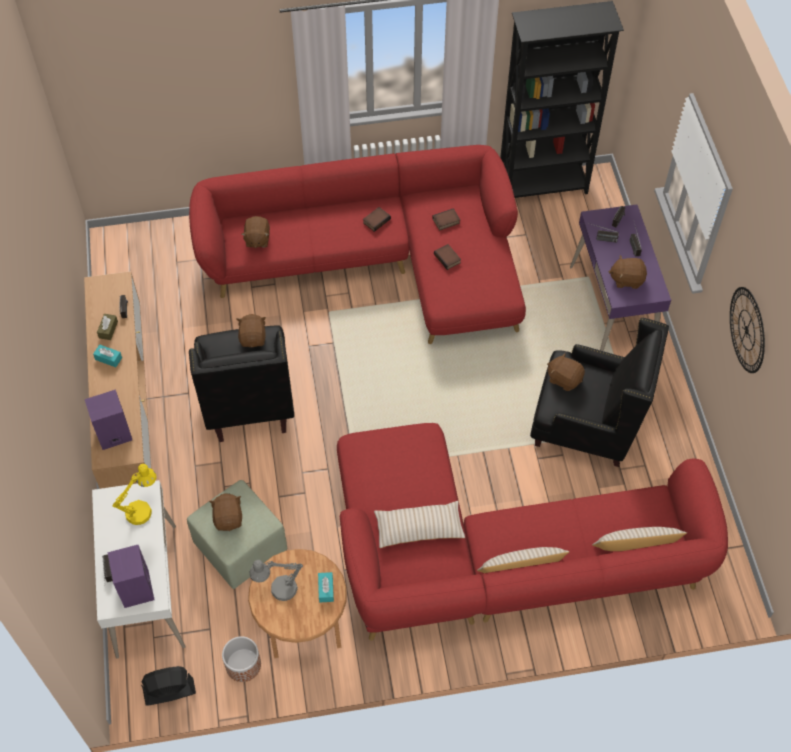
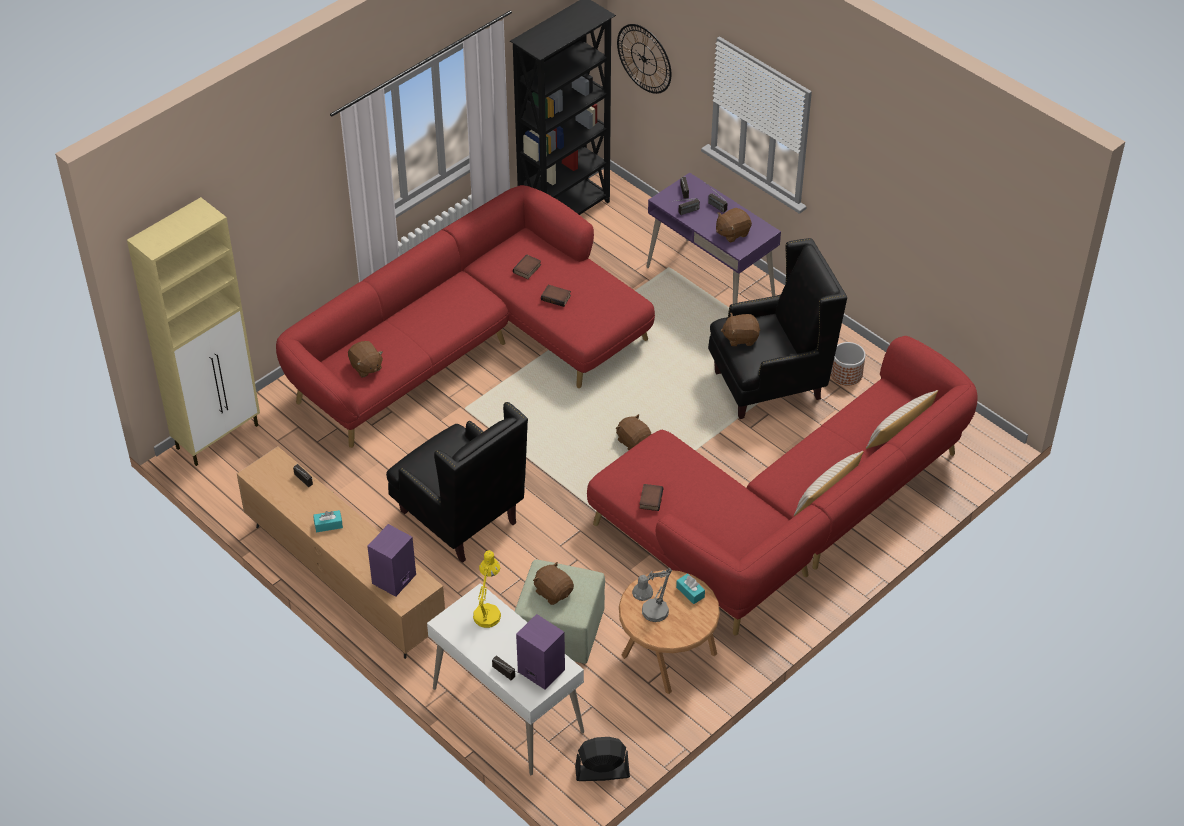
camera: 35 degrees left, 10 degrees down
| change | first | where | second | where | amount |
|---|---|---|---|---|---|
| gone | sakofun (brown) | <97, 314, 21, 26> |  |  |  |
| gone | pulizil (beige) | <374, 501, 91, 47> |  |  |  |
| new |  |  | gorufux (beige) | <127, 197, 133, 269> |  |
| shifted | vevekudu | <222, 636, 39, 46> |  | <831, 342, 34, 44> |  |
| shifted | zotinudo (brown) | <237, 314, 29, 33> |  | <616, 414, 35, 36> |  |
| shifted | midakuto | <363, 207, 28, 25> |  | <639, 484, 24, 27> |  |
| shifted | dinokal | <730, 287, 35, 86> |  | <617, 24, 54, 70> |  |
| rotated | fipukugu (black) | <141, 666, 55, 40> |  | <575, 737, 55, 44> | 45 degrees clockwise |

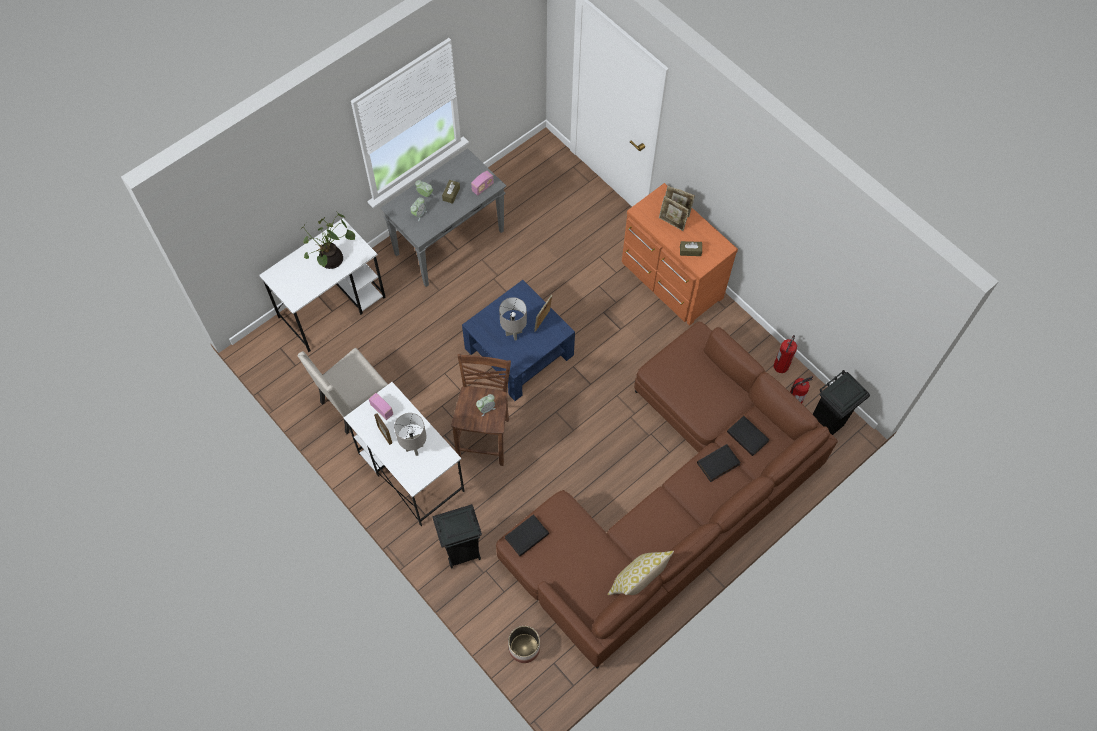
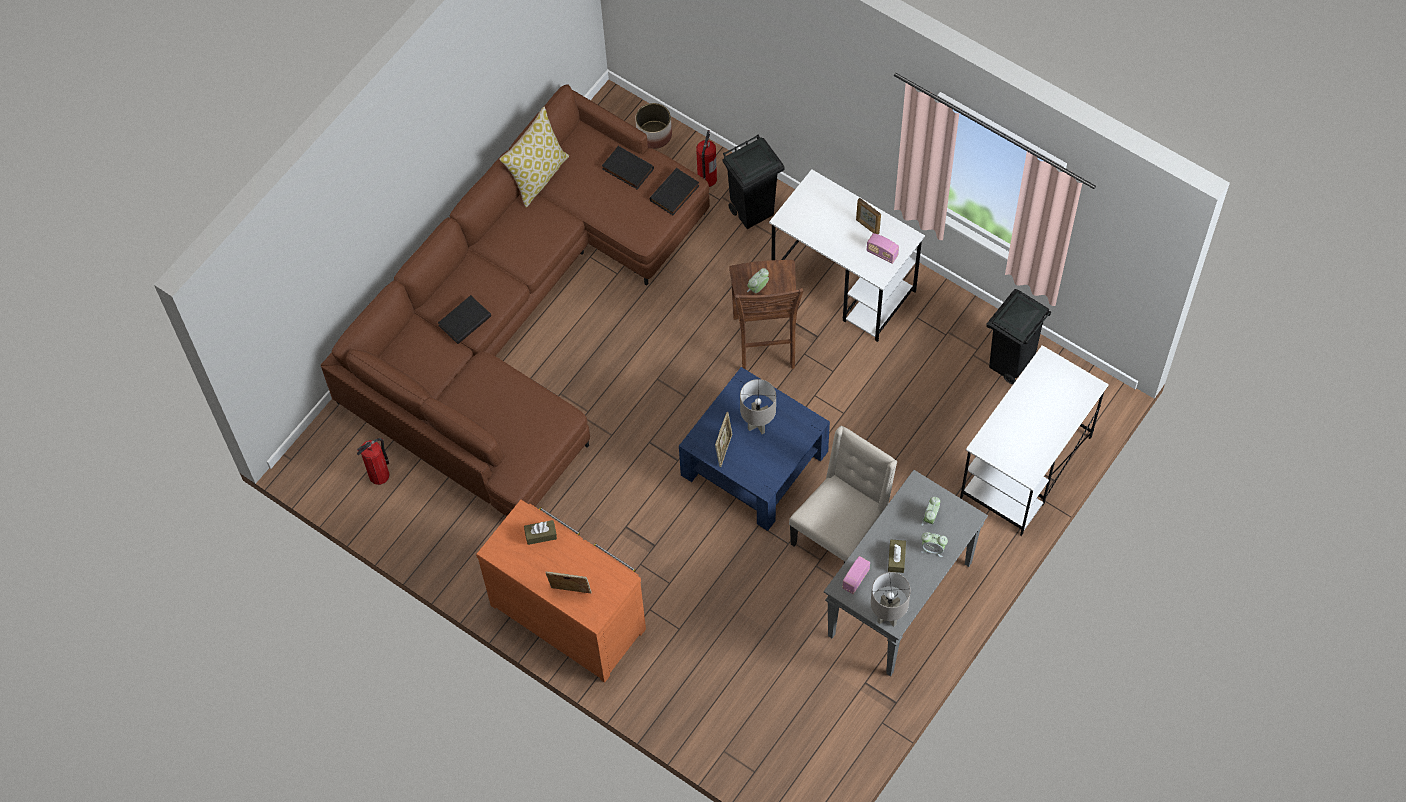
camera: 170 degrees right, 0 degrees up
| change | first | where | second | where | amount |
|---|---|---|---|---|---|
| gone | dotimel | <300, 211, 55, 58> |  |  |  |
| gone | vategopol | <659, 196, 30, 35> |  |  |  |
| shifted | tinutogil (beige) | <297, 348, 91, 86> |  | <789, 426, 108, 137> |  |
| shifted | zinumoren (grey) | <394, 413, 33, 43> |  | <871, 572, 40, 55> |  |
| shifted | midakuto (black) | <727, 416, 43, 40> |  | <602, 146, 52, 43> |  |
| shifted | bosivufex | <773, 335, 24, 38> |  | <696, 130, 21, 57> |  |
| shifted | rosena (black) | <813, 370, 57, 65> |  | <986, 289, 65, 95> |  |

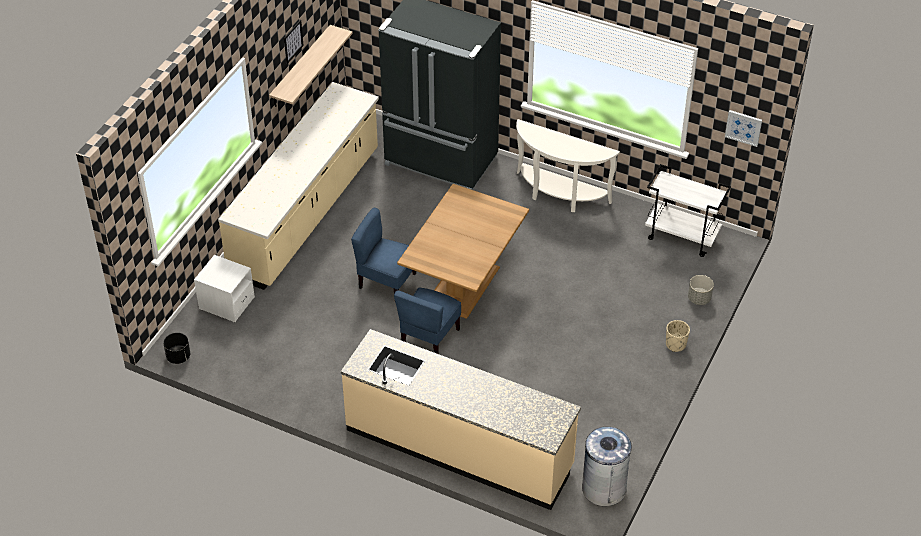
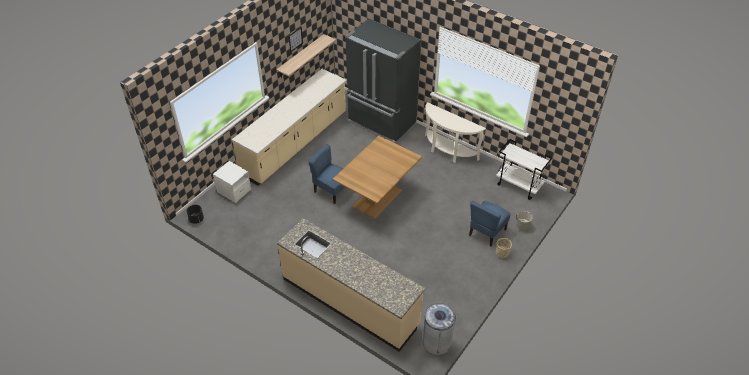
camera: 10 degrees right, 0 degrees up
| change | first | where | second | where | amount |
|---|---|---|---|---|---|
| gone | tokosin | <725, 110, 37, 37> |  |  |  |
| shifted | tinutogil (blue) | <394, 288, 67, 66> |  | <469, 201, 42, 45> |  |

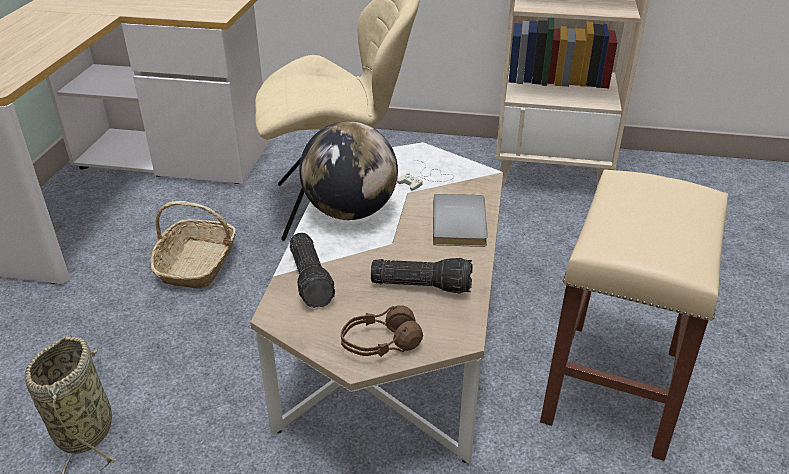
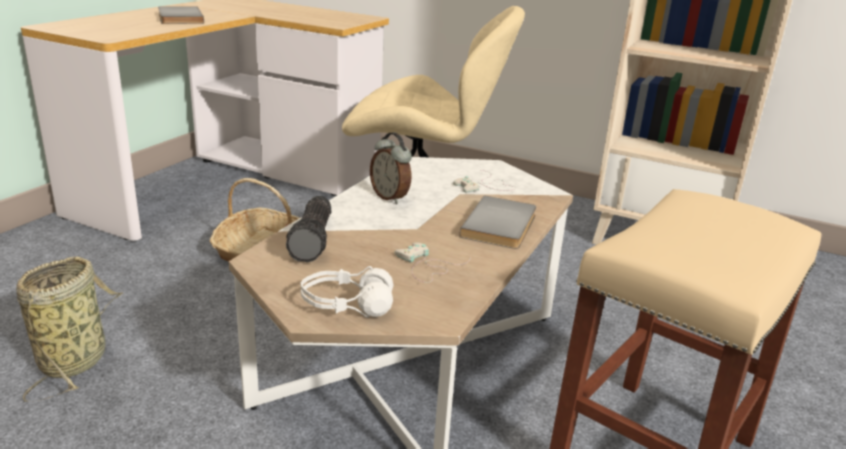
camera: 15 degrees right, 10 degrees down
| change | first | where | second | where | amount |
|---|---|---|---|---|---|
| new |  |  | midakuto (grey) | <158, 6, 46, 18> |  |
| swapped | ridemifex | <299, 121, 99, 99> | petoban | <370, 132, 42, 72> |  |
| swapped | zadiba | <371, 258, 101, 36> | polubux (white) | <395, 242, 75, 41> |  |
| repainted | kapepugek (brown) | <341, 305, 82, 52> | kapepugek (white) | <300, 266, 93, 52> |  |

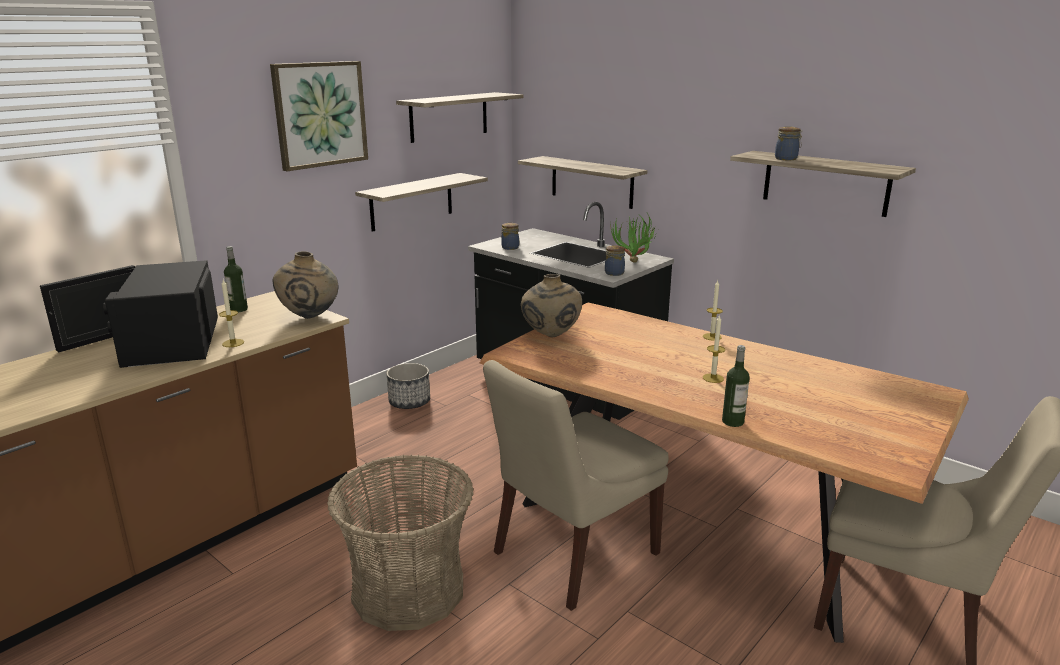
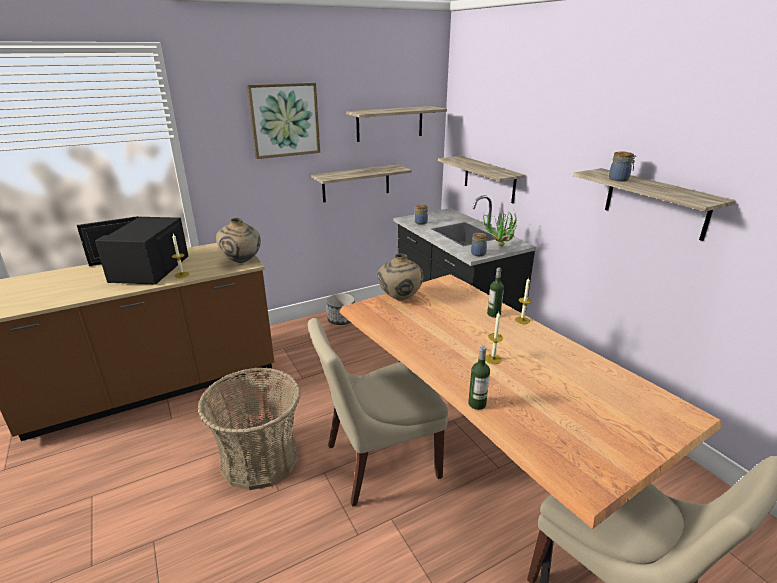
camera: 20 degrees right, 5 degrees up
| change | first | where | second | where | amount |
|---|---|---|---|---|---|
| shifted | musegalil | <224, 246, 24, 66> |  | <487, 267, 17, 51> |  |

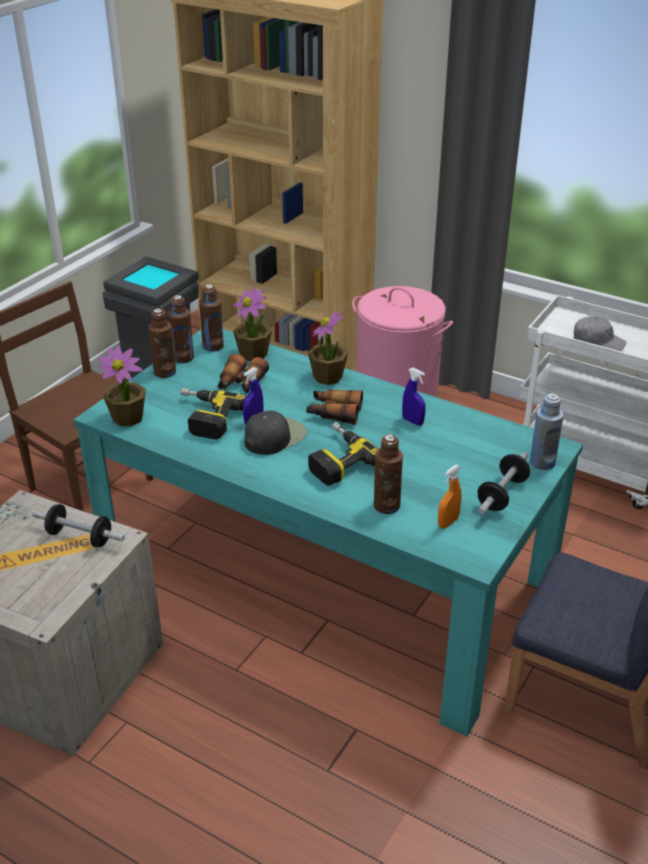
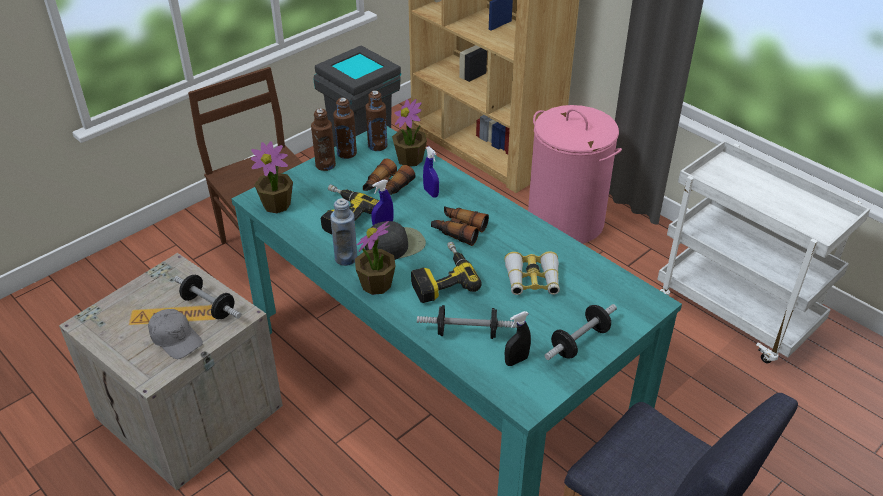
camera: 15 degrees right, 5 degrees up
| change | first | where | second | where | amount |
|---|---|---|---|---|---|
| new |  |  | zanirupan | <504, 251, 56, 44> |  |
| shifted | dotimel | <308, 311, 40, 74> |  | <355, 221, 41, 74> |  |
| shifted | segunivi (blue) | <402, 368, 24, 58> |  | <423, 146, 16, 52> |  |
| shifted | musegalil (blue) | <530, 393, 34, 77> |  | <330, 198, 28, 68> |  |
| shifted | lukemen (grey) | <574, 316, 53, 35> |  | <148, 309, 55, 50> |  |
| swapped | musegalil (brown) | <374, 434, 29, 80> | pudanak | <417, 305, 101, 34> |  |
| repainted | segunivi (orange) | <438, 465, 24, 64> | segunivi (black) | <505, 311, 26, 55> |  |

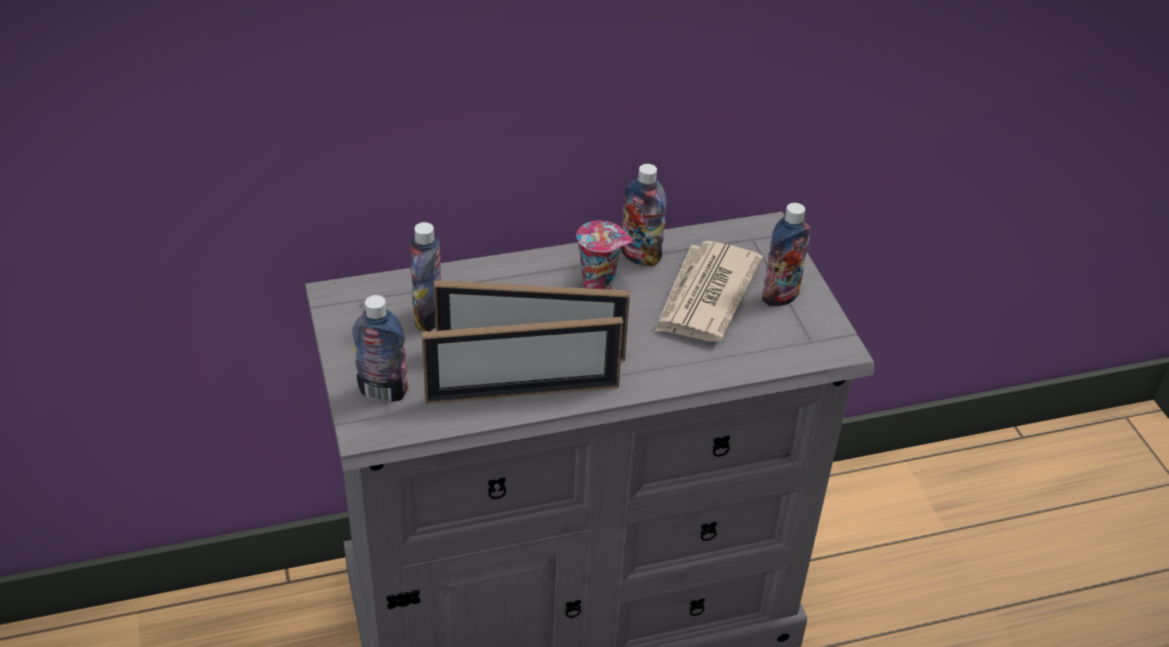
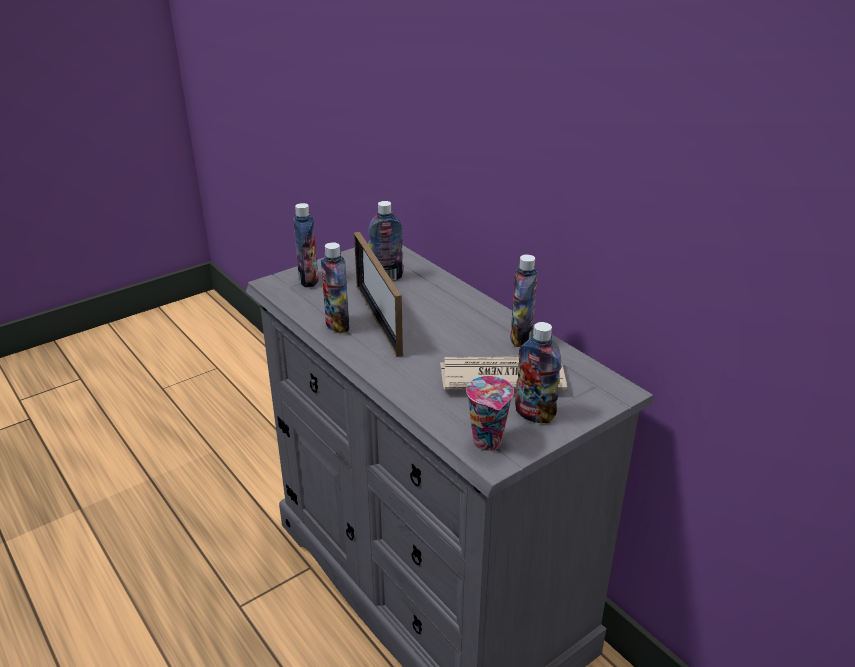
camera: 70 degrees right, 10 degrees down
| change | first | where | second | where | amount |
|---|---|---|---|---|---|
| shifted | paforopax | <577, 221, 56, 69> |  | <466, 376, 48, 75> |  |
| swapped | vategopol | <422, 317, 202, 87> | musegalil | <321, 242, 28, 91> |  |

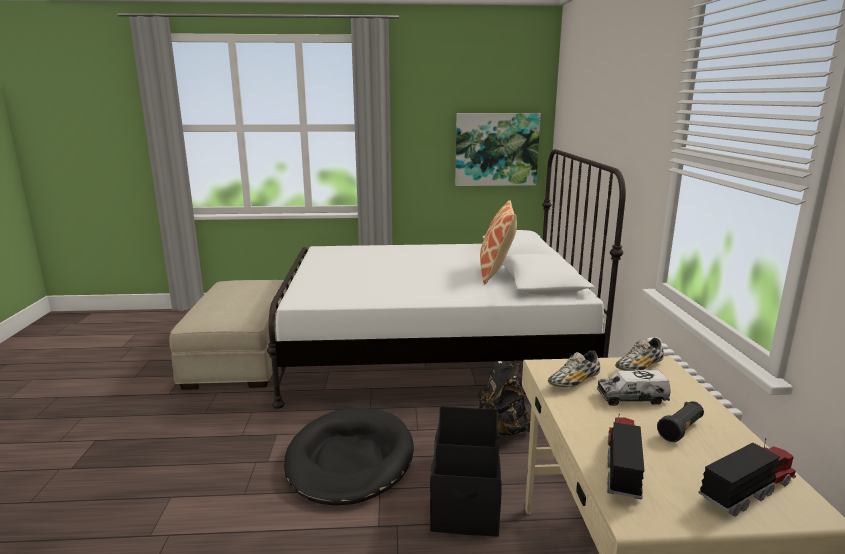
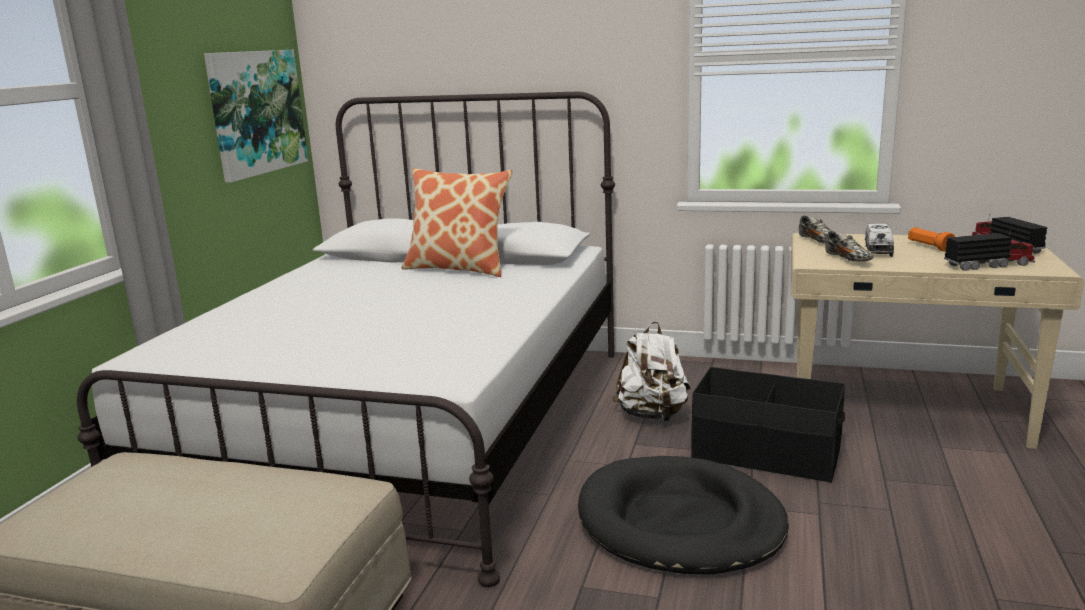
camera: 70 degrees left, 0 degrees up
| change | first | where | second | where | amount |
|---|---|---|---|---|---|
| repainted | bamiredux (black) | <478, 360, 53, 77> | bamiredux (white) | <612, 322, 79, 100> |  |
| repainted | zadiba (black) | <657, 401, 47, 41> | zadiba (orange) | <908, 227, 47, 25> |  |
| rotated | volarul | <607, 414, 38, 85> |  | <944, 233, 91, 38> | 135 degrees clockwise |

